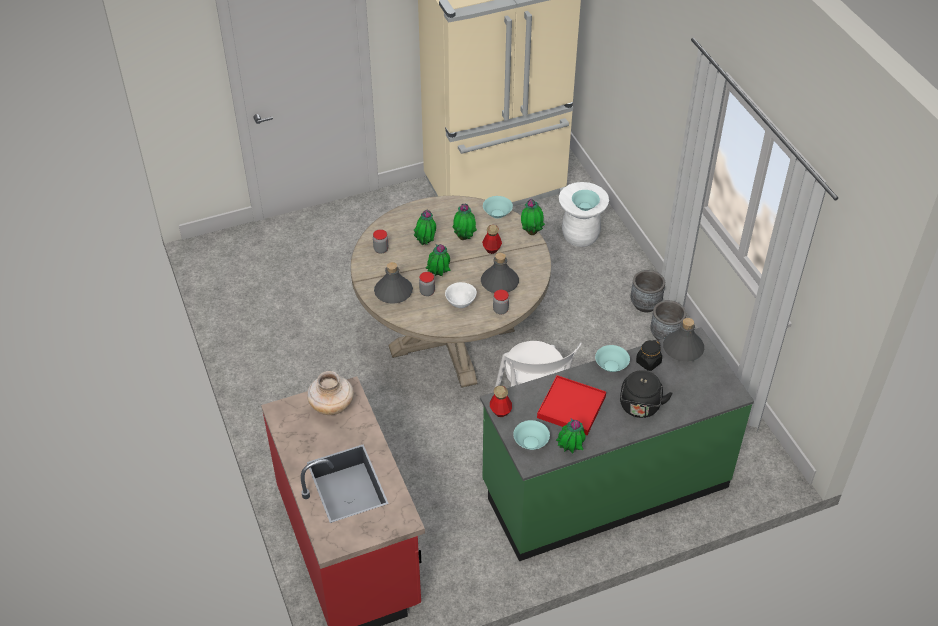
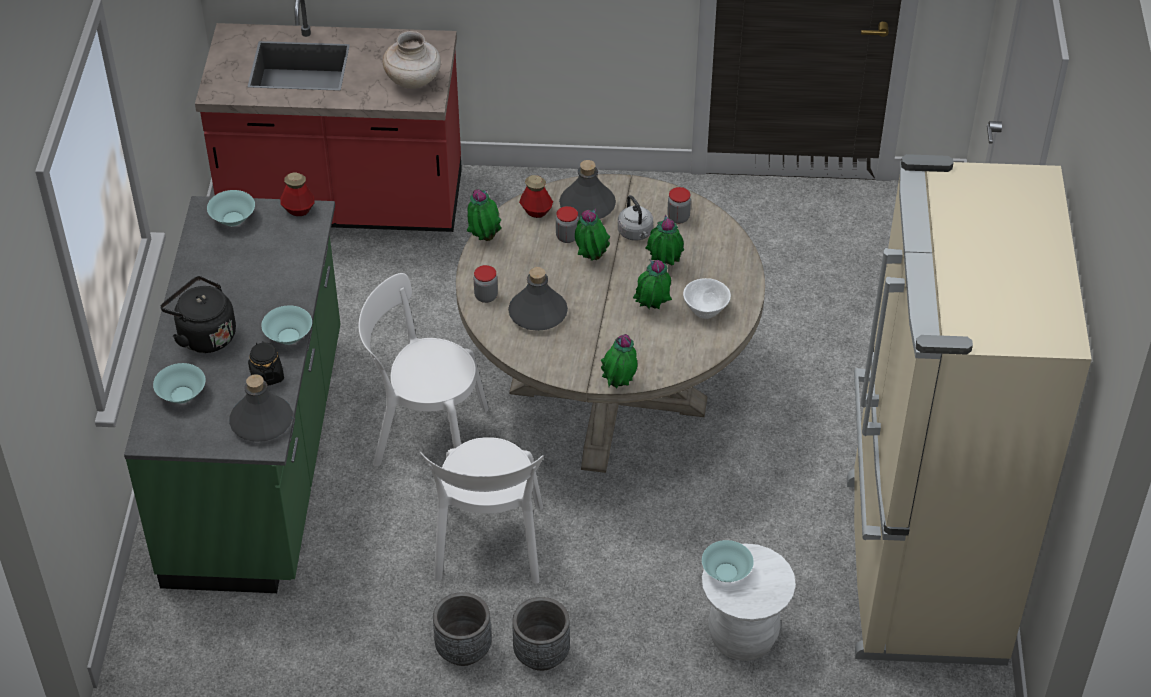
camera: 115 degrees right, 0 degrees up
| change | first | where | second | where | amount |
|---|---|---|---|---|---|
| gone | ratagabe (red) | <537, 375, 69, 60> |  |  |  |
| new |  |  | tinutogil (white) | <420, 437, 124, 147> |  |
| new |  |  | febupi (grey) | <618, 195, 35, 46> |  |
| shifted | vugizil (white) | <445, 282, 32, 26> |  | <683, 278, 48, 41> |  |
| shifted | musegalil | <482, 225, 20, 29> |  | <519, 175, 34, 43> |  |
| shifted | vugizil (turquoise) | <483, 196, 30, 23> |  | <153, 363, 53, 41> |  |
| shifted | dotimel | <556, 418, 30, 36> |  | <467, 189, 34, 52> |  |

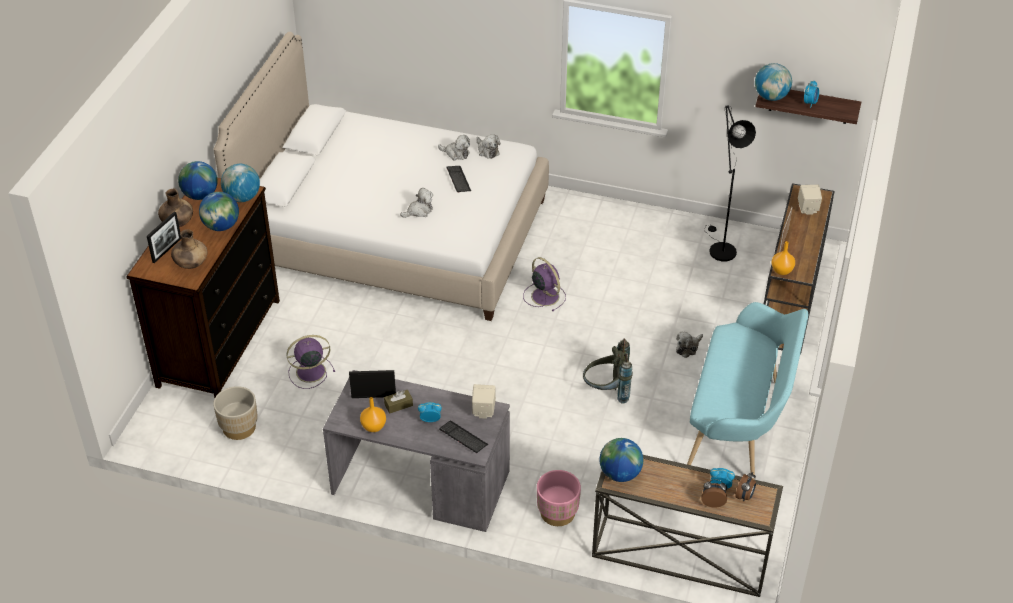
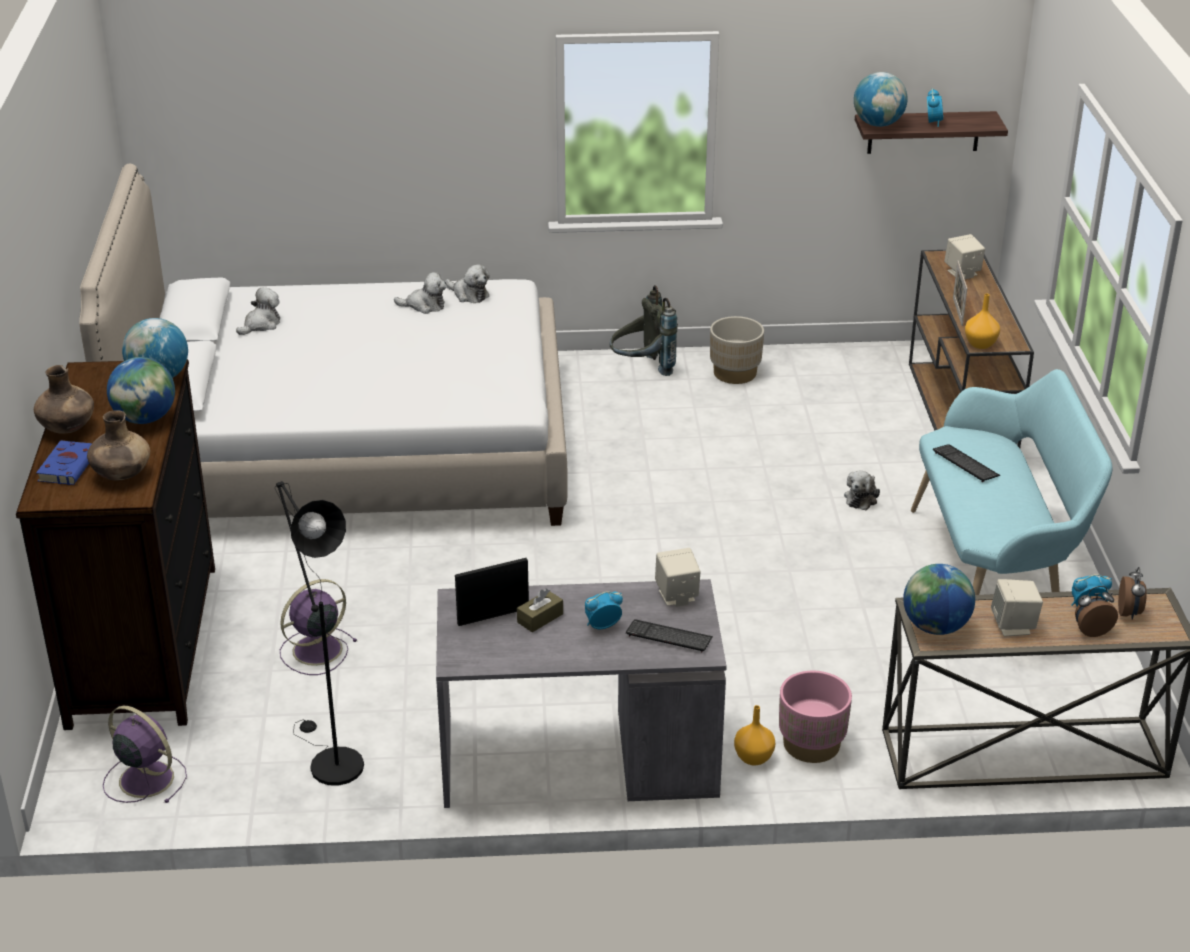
camera: 20 degrees left, 10 degrees down
| change | first | where | second | where | amount |
|---|---|---|---|---|---|
| gone | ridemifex | <178, 161, 40, 39> |  |  |  |
| new |  |  | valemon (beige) | <991, 579, 52, 58> |  |
| shifted | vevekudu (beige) | <213, 386, 45, 54> |  | <710, 316, 54, 68> |  |
| shifted | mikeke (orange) | <360, 397, 26, 35> |  | <734, 705, 41, 61> |  |
| shifted | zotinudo | <400, 188, 33, 30> |  | <236, 288, 44, 47> |  |
| shifted | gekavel | <446, 166, 25, 27> |  | <933, 444, 67, 38> |  |
| shifted | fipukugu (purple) | <523, 257, 43, 54> |  | <103, 706, 84, 97> |  |
| shifted | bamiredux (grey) | <583, 339, 50, 65> |  | <609, 285, 69, 91> |  |
| shifted | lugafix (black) | <704, 105, 52, 156> |  | <275, 481, 89, 305> |  |
| swapped | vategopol | <147, 211, 34, 52> | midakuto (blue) | <36, 440, 56, 45> |  |

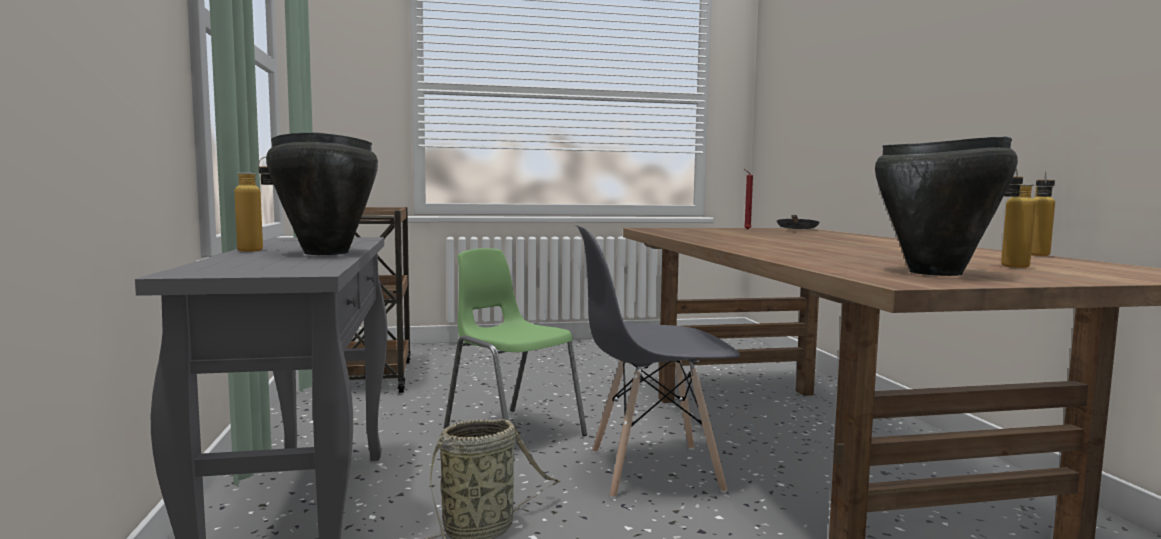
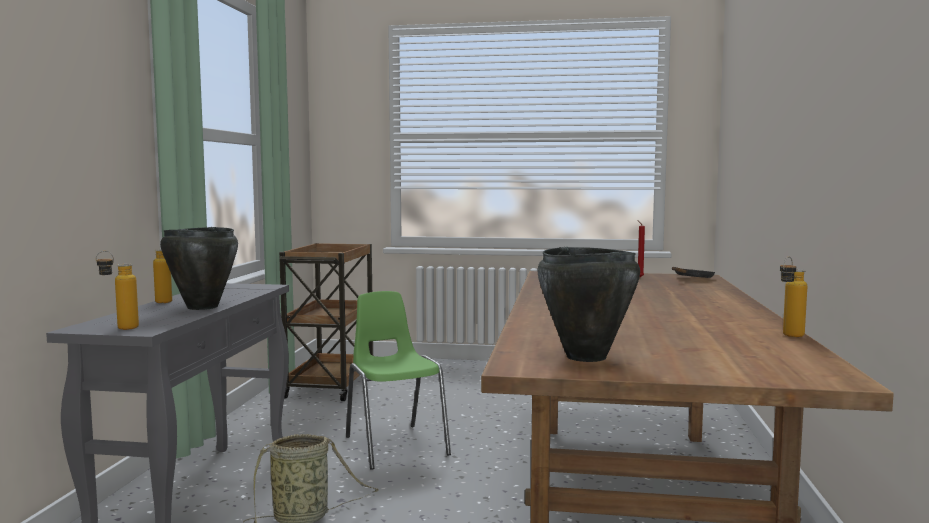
camera: 20 degrees right, 0 degrees up
| change | first | where | second | where | amount |
|---|---|---|---|---|---|
| gone | tinutogil (grey) | <576, 225, 164, 274> |  |  |  |
| shifted | musegalil | <1001, 168, 35, 100> |  | <96, 251, 43, 79> |  |

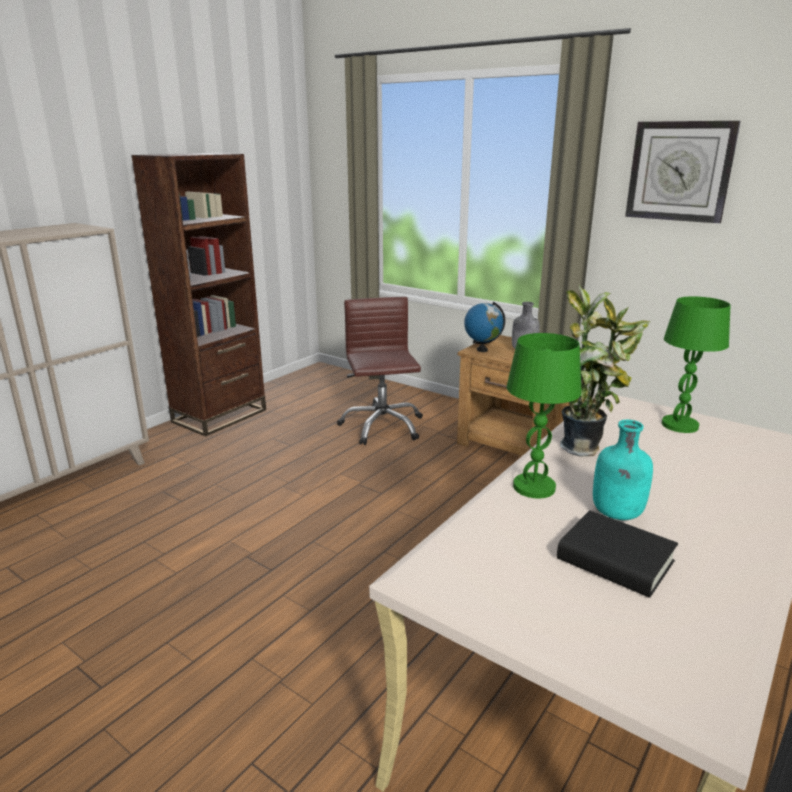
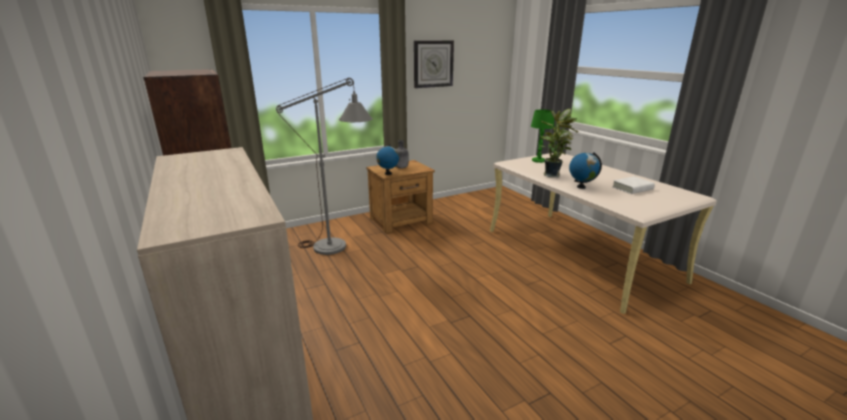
camera: 65 degrees left, 0 degrees up
| change | first | where | second | where | amount |
|---|---|---|---|---|---|
| gone | musegalil (turquoise) | <593, 420, 60, 100> |  |  |  |
| swapped | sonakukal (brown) | <337, 297, 86, 148> | lugafix (grey) | <276, 78, 97, 177> |  |
| swapped | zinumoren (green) | <507, 333, 75, 165> | ridemifex | <569, 152, 33, 37> |  |
| repainted | midakuto (black) | <557, 510, 121, 88> | midakuto (white) | <612, 176, 43, 18> |  |

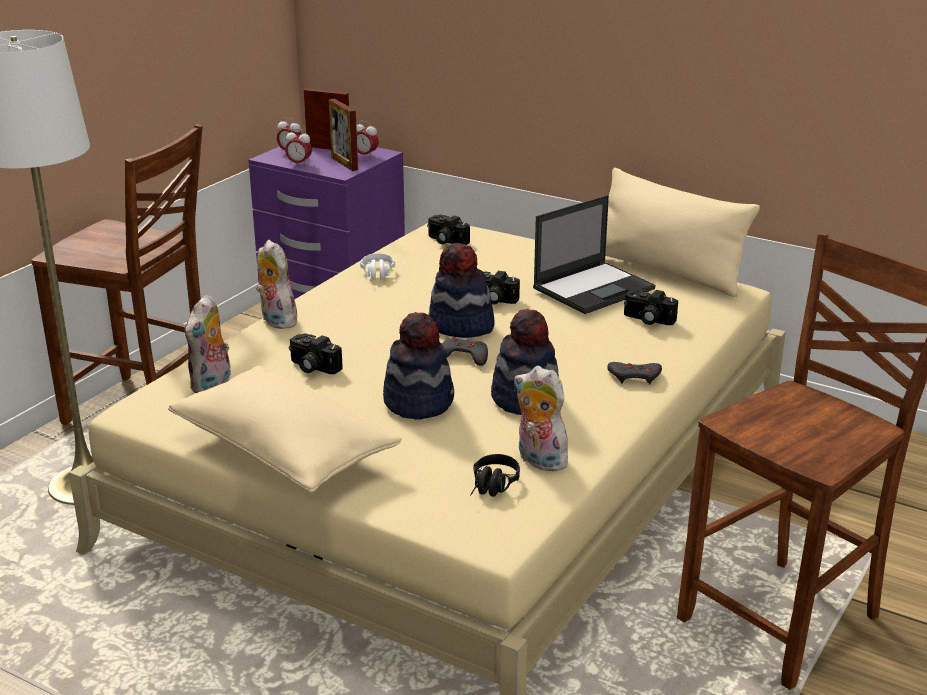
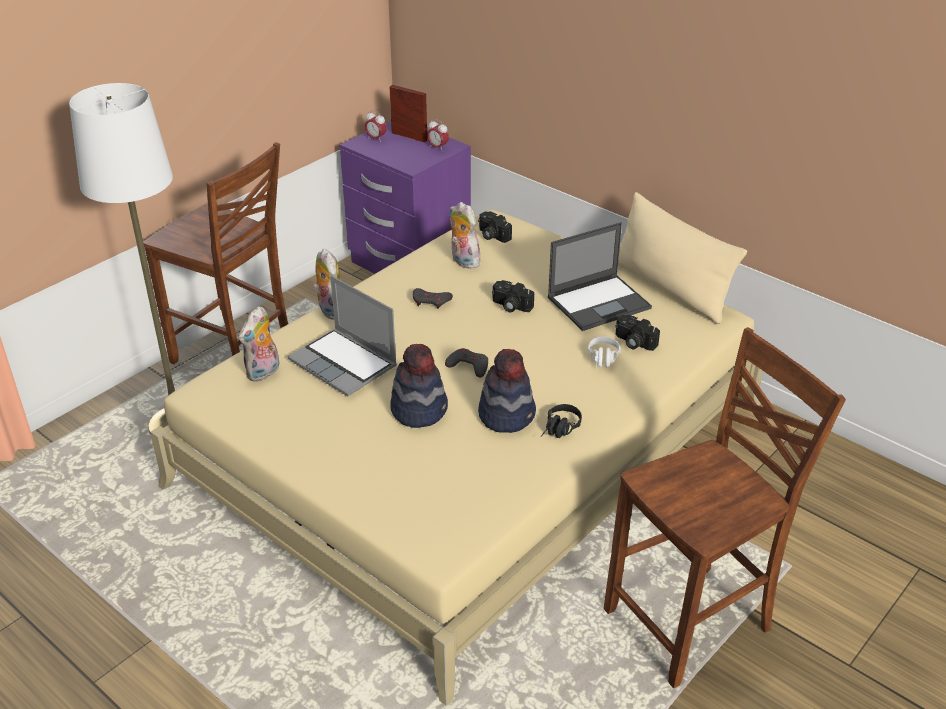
camera: 10 degrees right, 10 degrees up
| change | first | where | second | where | amount |
|---|---|---|---|---|---|
| gone | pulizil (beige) | <168, 365, 234, 128> |  |  |  |
| gone | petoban | <285, 129, 27, 37> |  |  |  |
| gone | vategopol | <328, 99, 30, 72> |  |  |  |
| gone | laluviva | <429, 243, 66, 95> |  |  |  |
| shifted | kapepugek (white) | <360, 253, 35, 27> |  | <588, 336, 33, 34> |  |
| shifted | kapepugek (black) | <470, 454, 50, 43> |  | <541, 404, 41, 34> |  |
| shifted | zotinudo | <514, 366, 59, 106> |  | <450, 202, 31, 67> |  |
| shifted | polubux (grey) | <607, 362, 55, 22> |  | <413, 288, 40, 21> |  |
| swapped | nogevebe | <289, 333, 54, 41> | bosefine | <288, 276, 109, 120> |  |

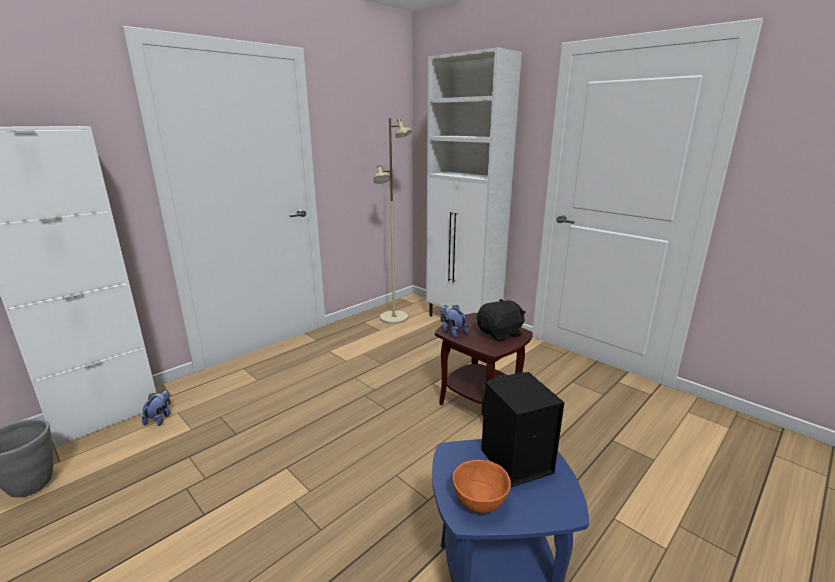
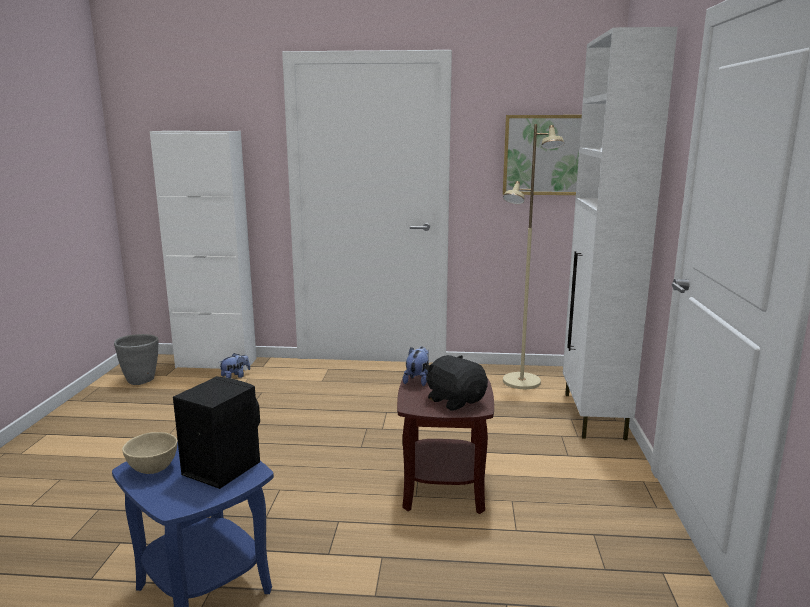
camera: 50 degrees right, 5 degrees down
| change | first | where | second | where | amount |
|---|---|---|---|---|---|
| new |  |  | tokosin | <503, 115, 79, 80> |  |
| repainted | vugizil (orange) | <453, 460, 58, 53> | vugizil (beige) | <122, 432, 55, 42> |  |
| rotated | zotinudo (black) | <477, 299, 49, 43> |  | <425, 355, 63, 56> | 150 degrees counterclockwise |

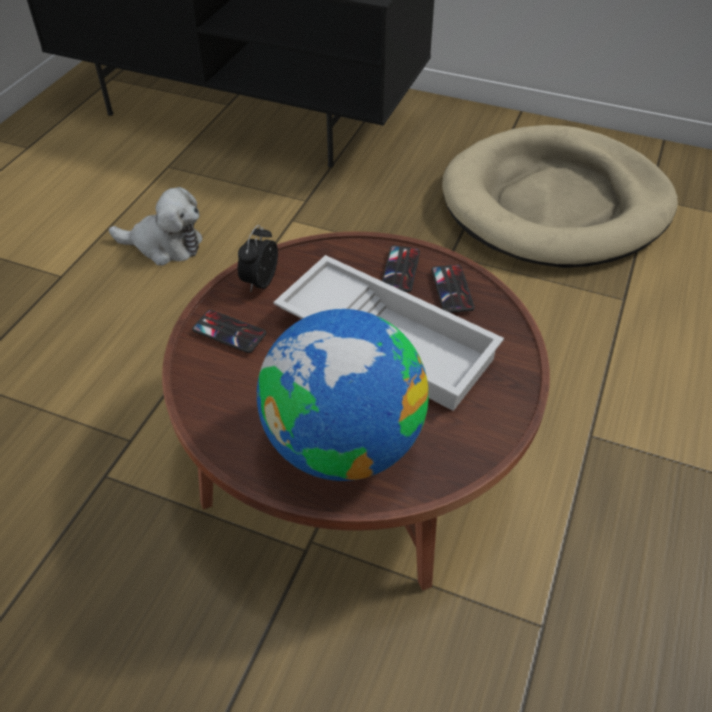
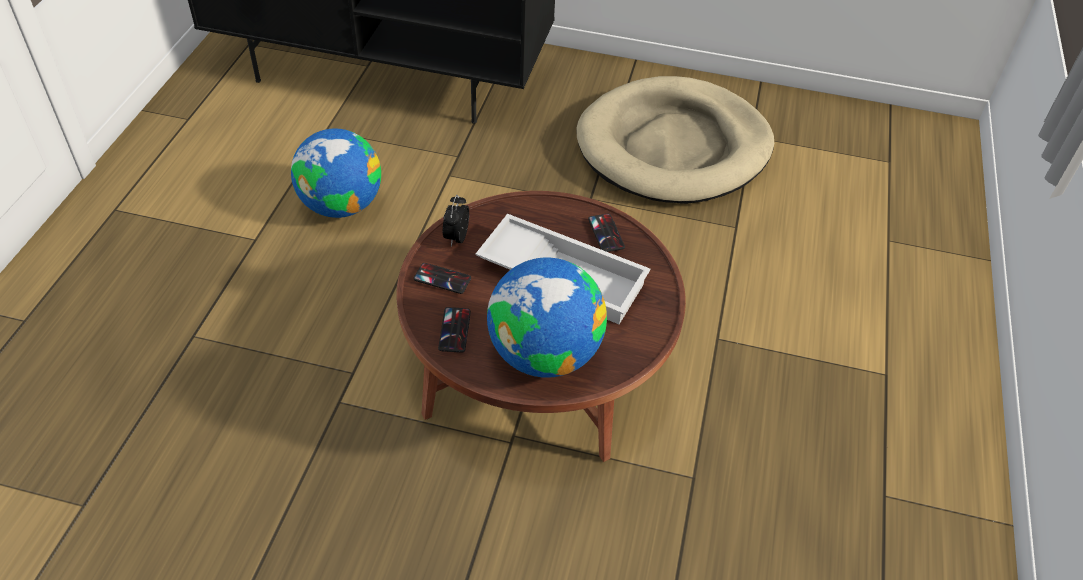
camera: 10 degrees left, 0 degrees up
| change | first | where | second | where | amount |
|---|---|---|---|---|---|
| shifted | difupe | <382, 246, 38, 46> |  | <438, 307, 33, 46> |  |
| swapped | zotinudo | <109, 187, 93, 79> | ridemifex | <291, 128, 90, 90> |  |

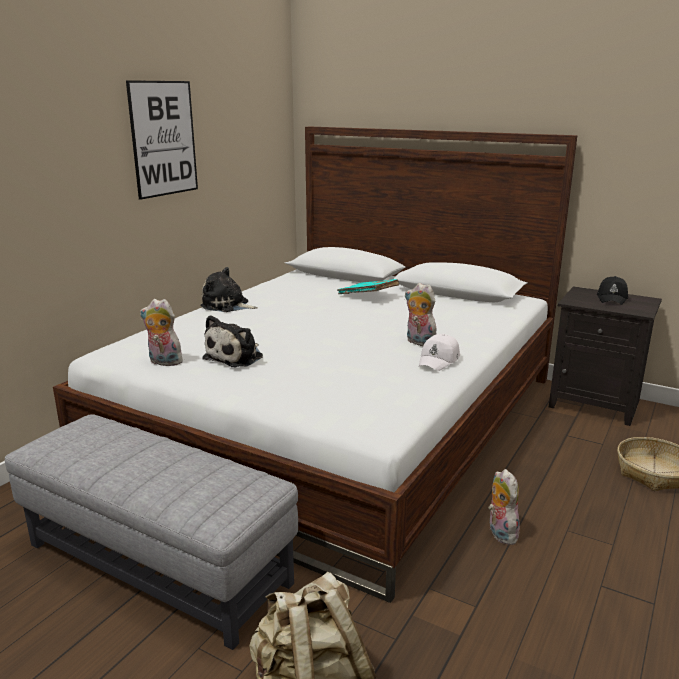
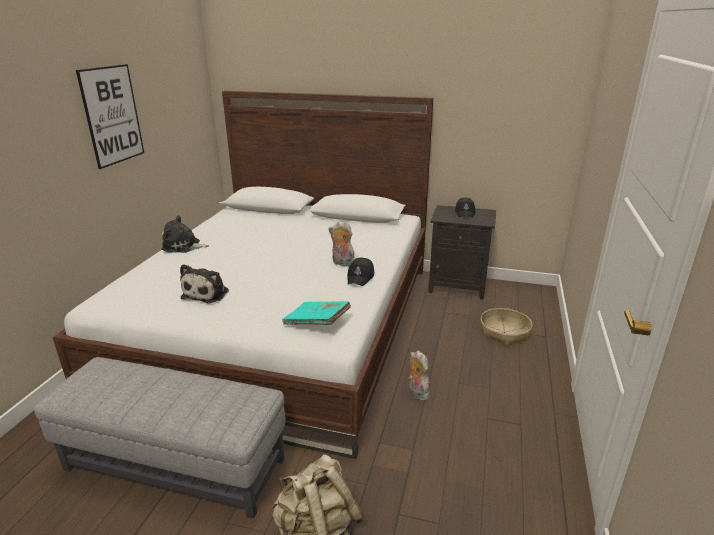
camera: 15 degrees left, 5 degrees up
| change | first | where | second | where | amount |
|---|---|---|---|---|---|
| gone | zotinudo | <140, 299, 43, 67> |  |  |  |
| shifted | midakuto (turquoise) | <337, 279, 62, 15> |  | <282, 301, 69, 24> |  |
| repainted | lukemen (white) | <419, 334, 41, 37> | lukemen (black) | <347, 258, 27, 28> |  |

